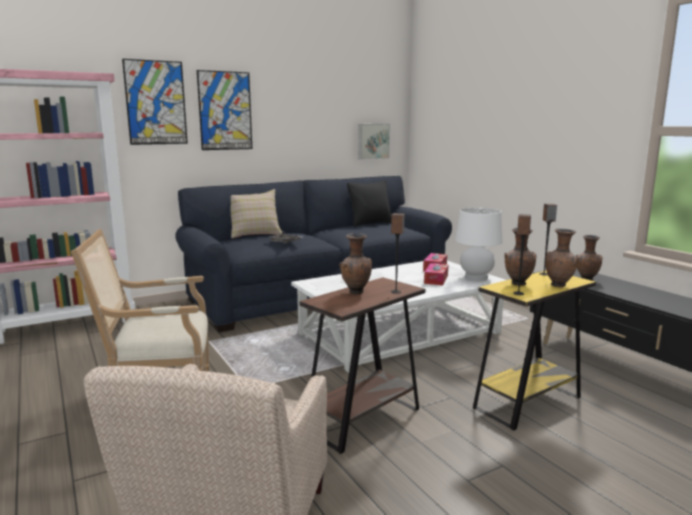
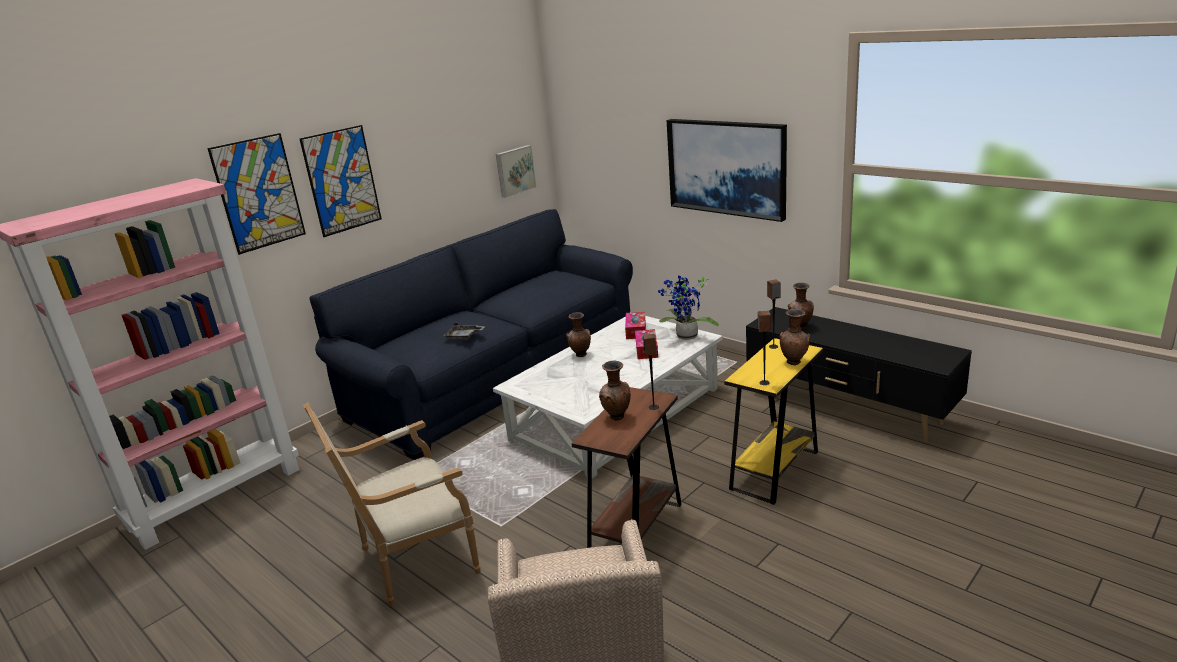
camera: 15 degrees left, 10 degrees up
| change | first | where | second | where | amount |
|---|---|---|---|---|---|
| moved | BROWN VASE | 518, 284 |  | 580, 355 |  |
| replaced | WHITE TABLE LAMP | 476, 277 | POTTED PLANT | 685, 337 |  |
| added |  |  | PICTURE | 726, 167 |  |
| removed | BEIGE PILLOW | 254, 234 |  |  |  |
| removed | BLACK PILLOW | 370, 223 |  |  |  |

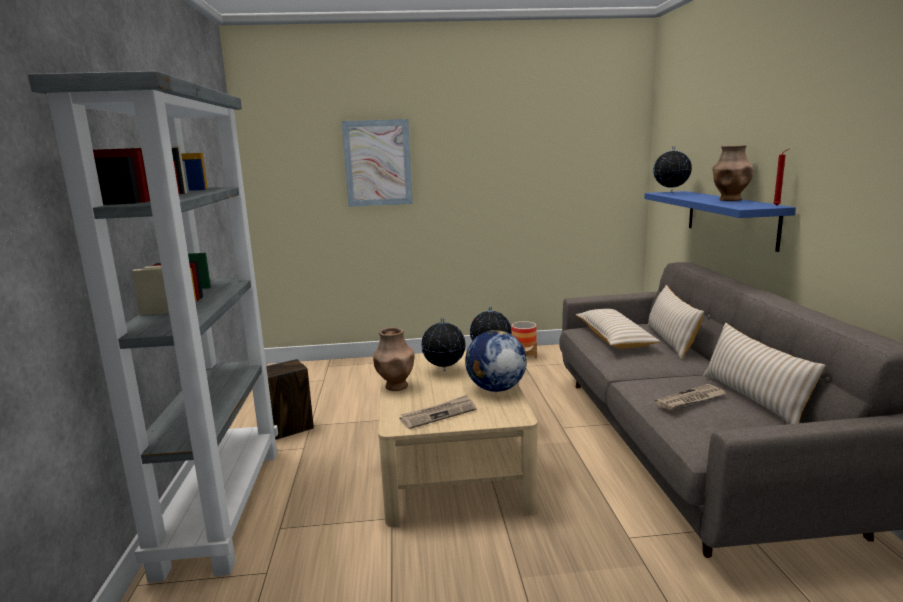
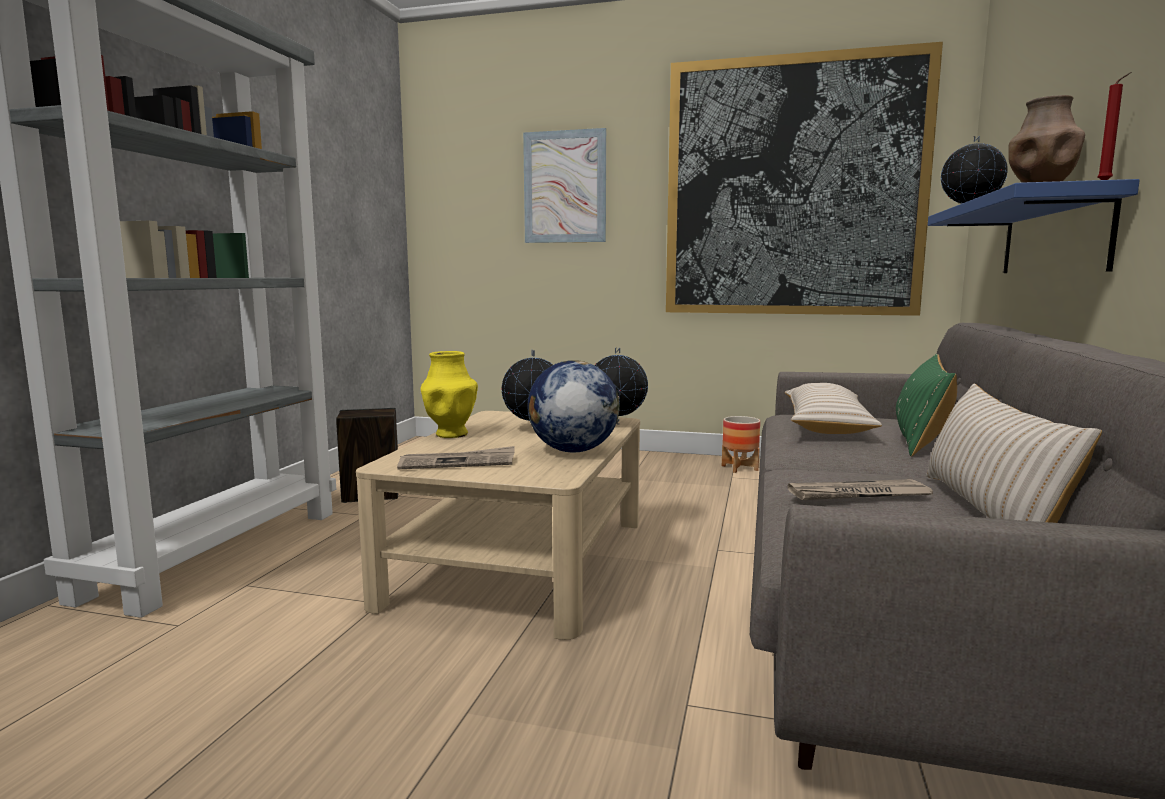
camera: 20 degrees right, 5 degrees down
| change | first | where | second | where | amount |
|---|---|---|---|---|---|
| recoloured | BROWN VASE | 395, 386 | YELLOW VASE | 450, 434 |  |
| added |  |  | PICTURE | 793, 188 |  |
| recoloured | BEIGE PILLOW | 670, 341 | GREEN PILLOW | 920, 437 |  |

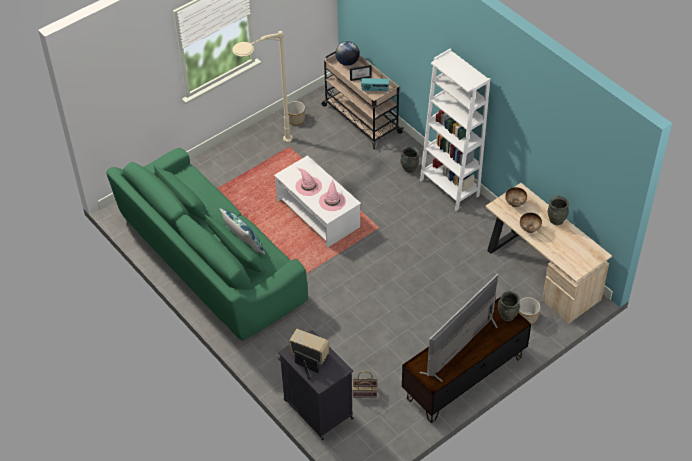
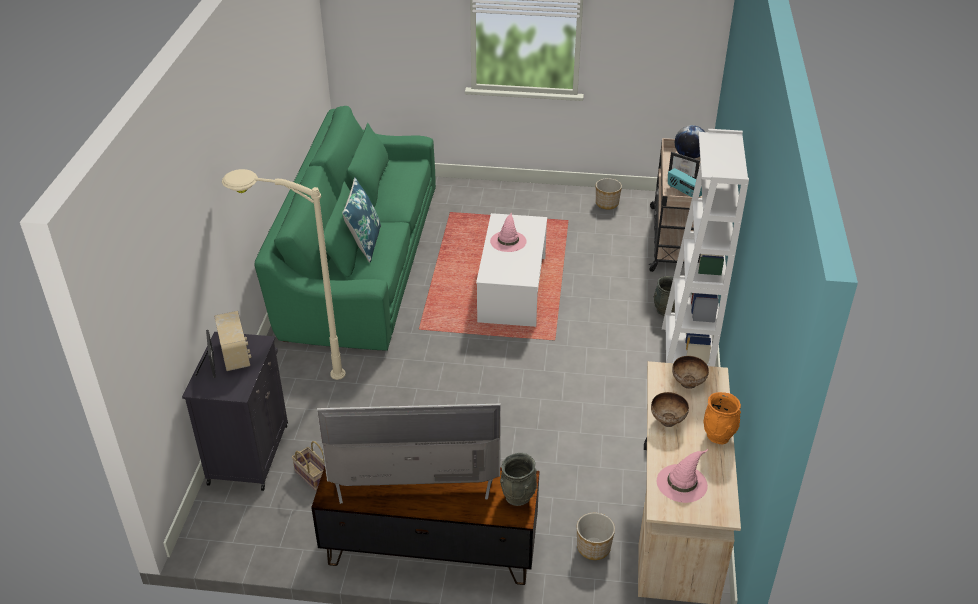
camera: 45 degrees right, 10 degrees down
| change | first | where | second | where | amount |
|---|---|---|---|---|---|
| moved | BEIGE FLOOR LAMP | 263, 152 |  | 291, 370 |  |
| moved | PINK HAT | 332, 201 |  | 682, 482 |  |
| recoloured | GREY VASE | 556, 220 | ORANGE VASE | 718, 435 |  |

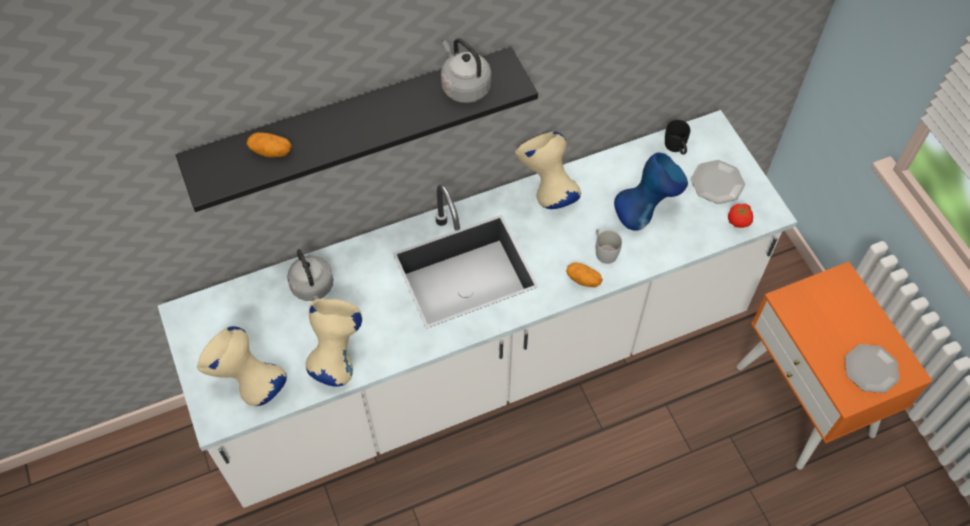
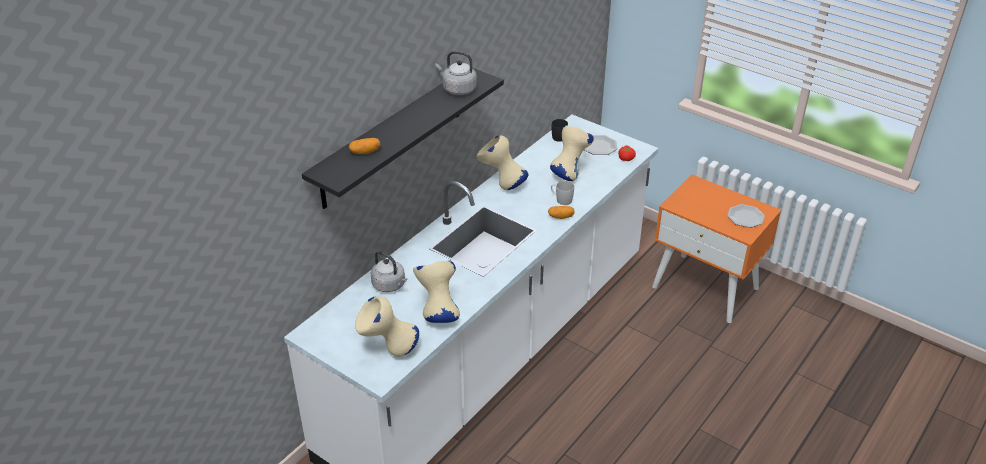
camera: 30 degrees left, 20 degrees down
| change | first | where | second | where | amount |
|---|---|---|---|---|---|
| recoloured | BLUE VASE | 645, 213 | BEIGE VASE | 570, 173 |  |

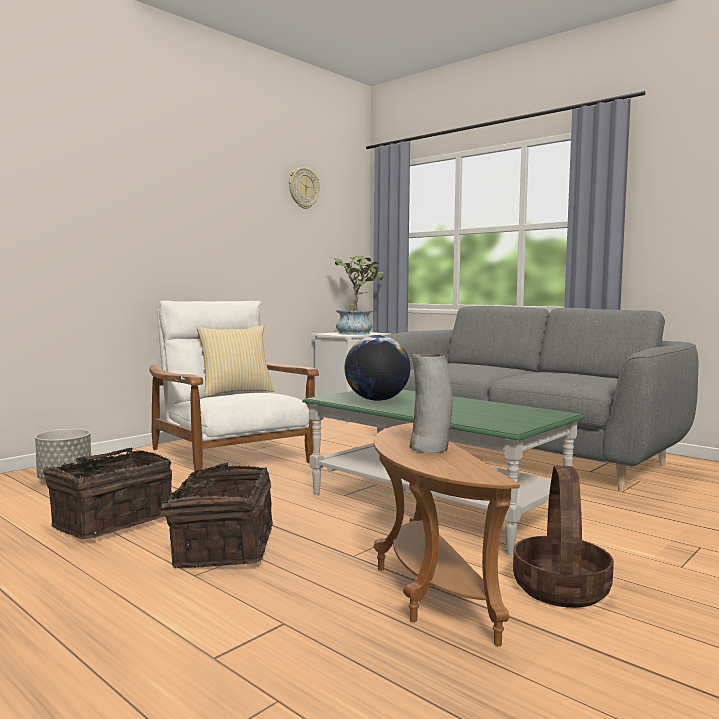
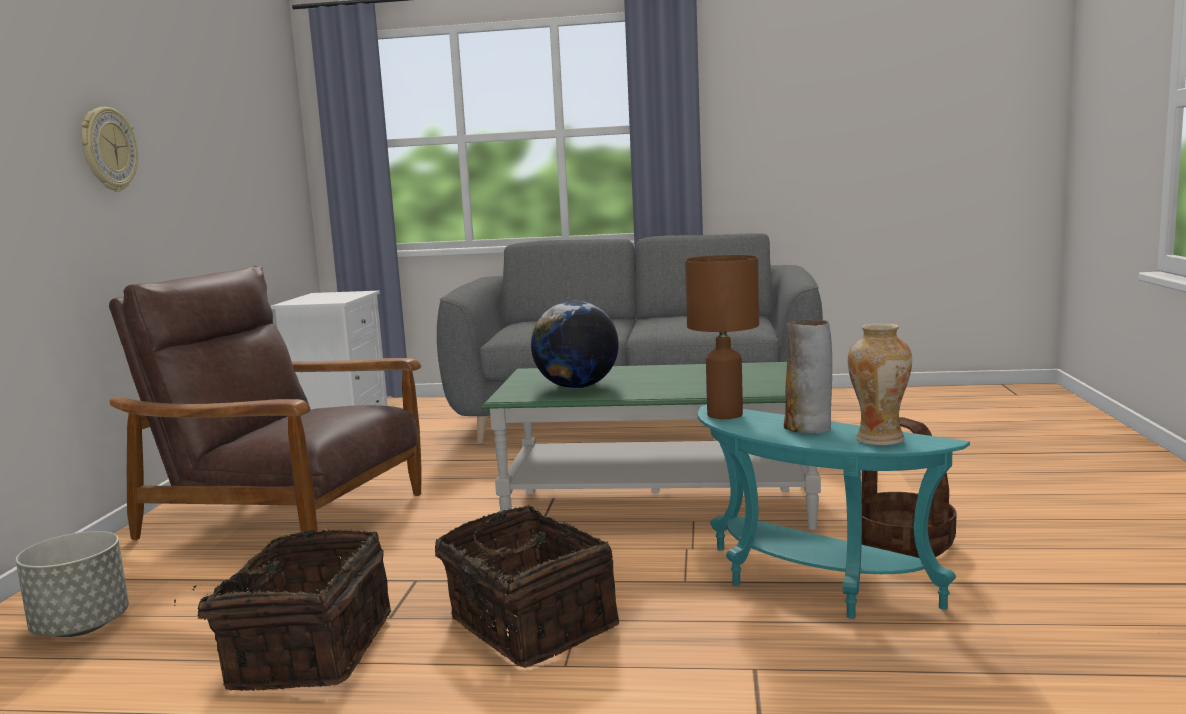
camera: 35 degrees left, 5 degrees up
| change | first | where | second | where | amount |
|---|---|---|---|---|---|
| moved | WALL CLOCK | 303, 188 |  | 108, 149 |  |
| recoloured | WHITE ARMCHAIR | 231, 456 | BROWN ARMCHAIR | 288, 516 |  |
| added |  |  | BROWN TABLE LAMP | 725, 414 |  |
| recoloured | BROWN SIDE TABLE | 425, 589 | TURQUOISE SIDE TABLE | 808, 586 |  |
| added |  |  | VASE | 879, 439 |  |
| removed | PILLOW | 235, 392 |  |  |  |
| removed | POTTED PLANT | 357, 333 |  |  |  |

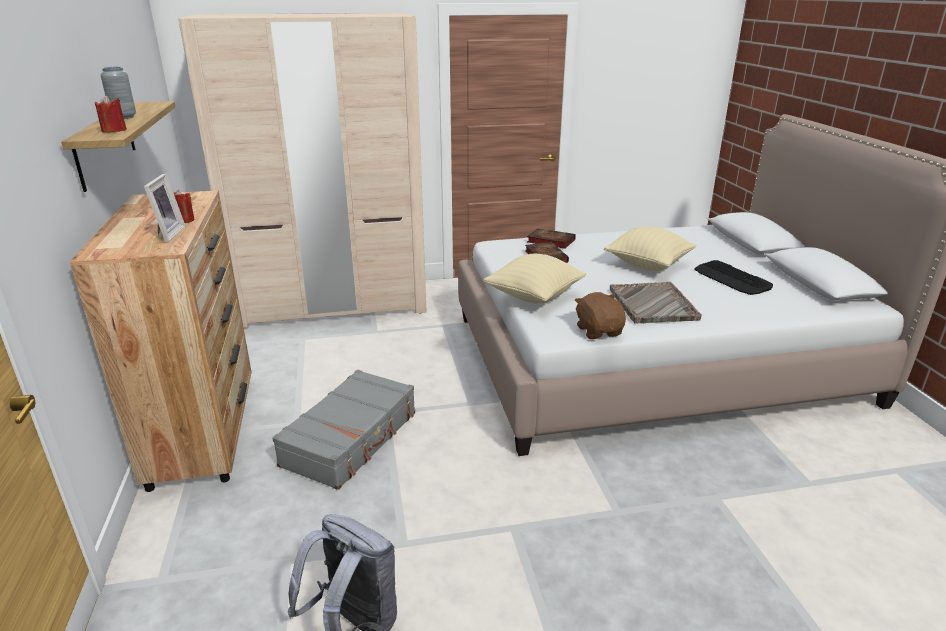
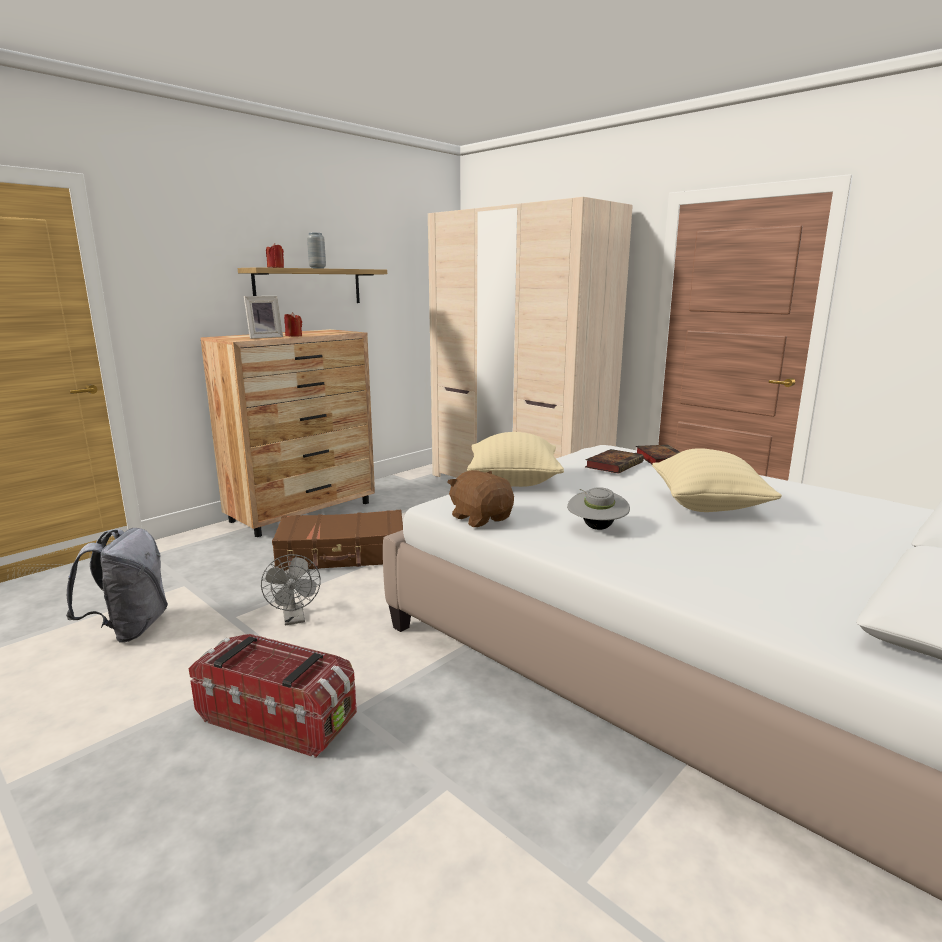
camera: 55 degrees right, 10 degrees down
| change | first | where | second | where | amount |
|---|---|---|---|---|---|
| added |  |  | STORAGE BOX | 279, 718 |  |
| added |  |  | GREY FAN | 295, 619 |  |
| recoloured | GREY SUITCASE | 351, 439 | BROWN SUITCASE | 343, 554 |  |
| turned | BROWN PLUSH TOY | 599, 331 |  | 481, 518 | 75 degrees counterclockwise |
| replaced | GREY TRAY | 653, 304 | GREY HAT | 596, 528 |  |
| removed | KEYBOARD | 732, 278 |  |  |  |

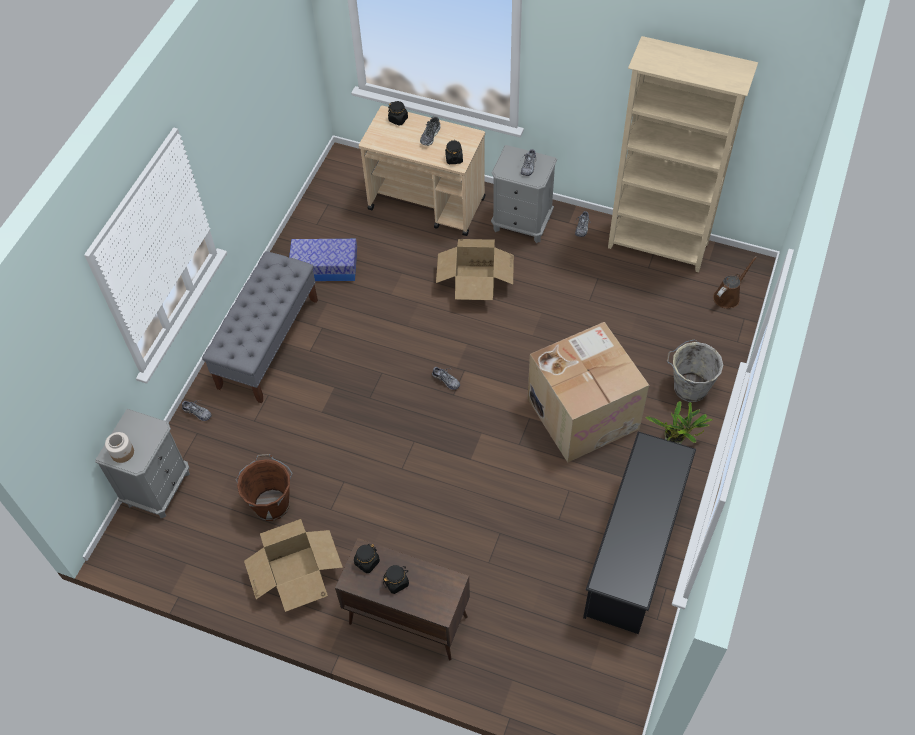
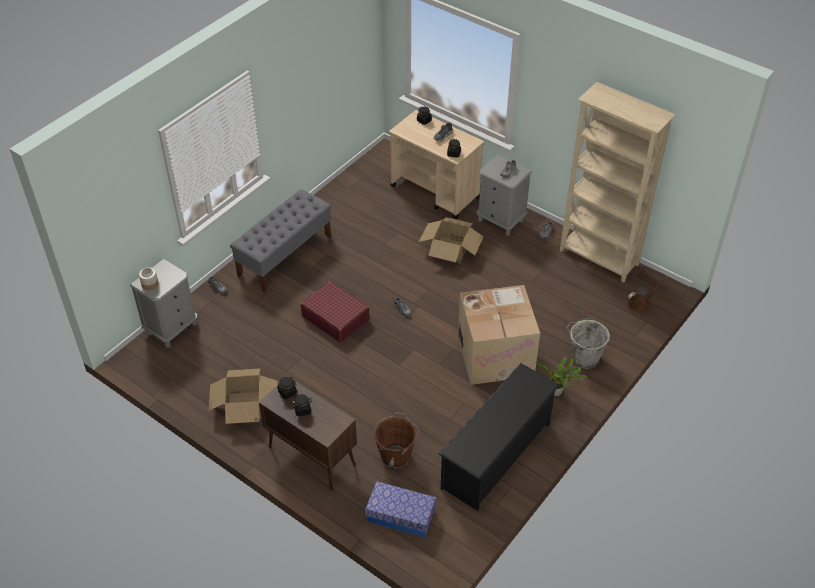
camera: 15 degrees right, 10 degrees down
| change | first | where | second | where | amount |
|---|---|---|---|---|---|
| added |  |  | RED SUITCASE | 335, 317 |  |
| moved | STORAGE BOX | 325, 268 |  | 400, 516 |  |
| moved | BROWN BUCKET | 271, 503 |  | 396, 456 |  |

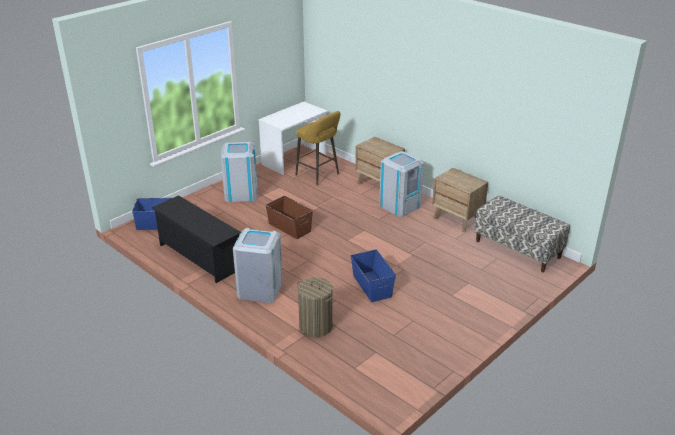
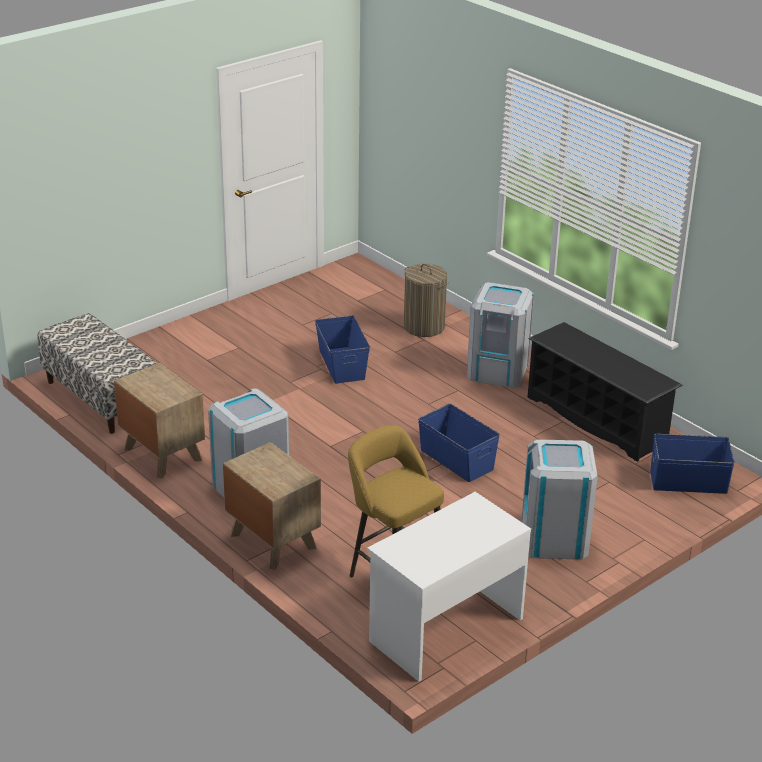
camera: 175 degrees left, 0 degrees up
| change | first | where | second | where | amount |
|---|---|---|---|---|---|
| recoloured | BROWN STORAGE BOX | 289, 227 | BLUE STORAGE BOX | 456, 460 |  |

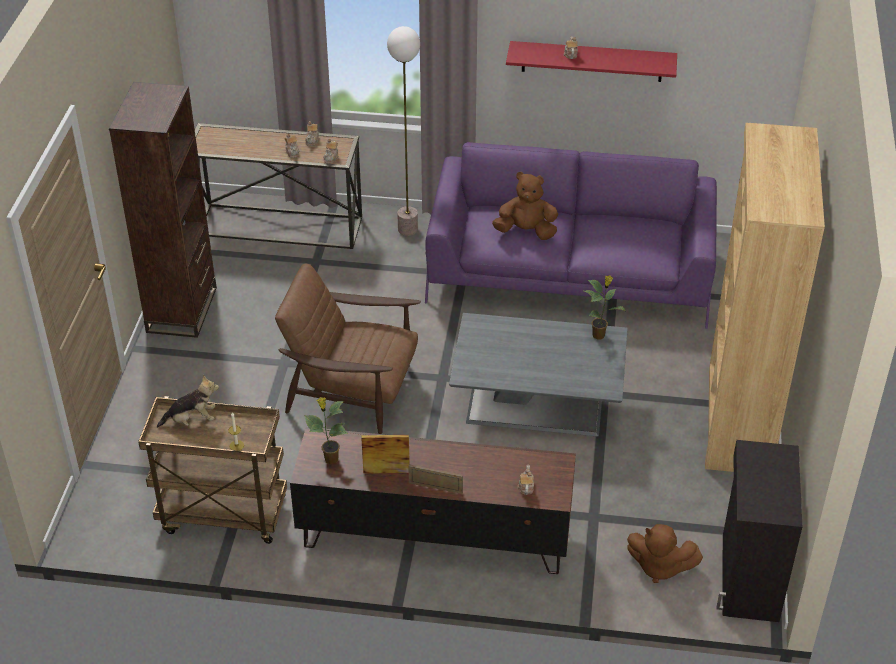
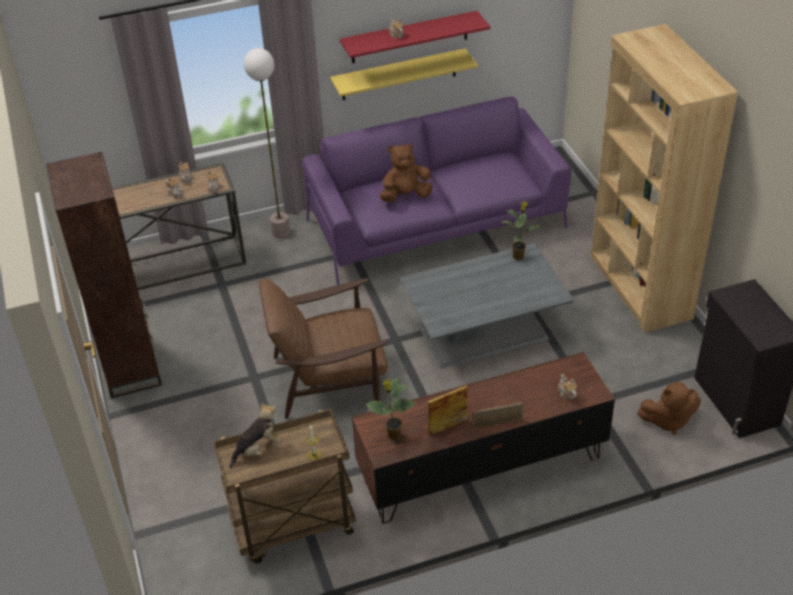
camera: 25 degrees left, 0 degrees up
| change | first | where | second | where | amount |
|---|---|---|---|---|---|
| added |  |  | YELLOW SHELF | 399, 75 |  |

